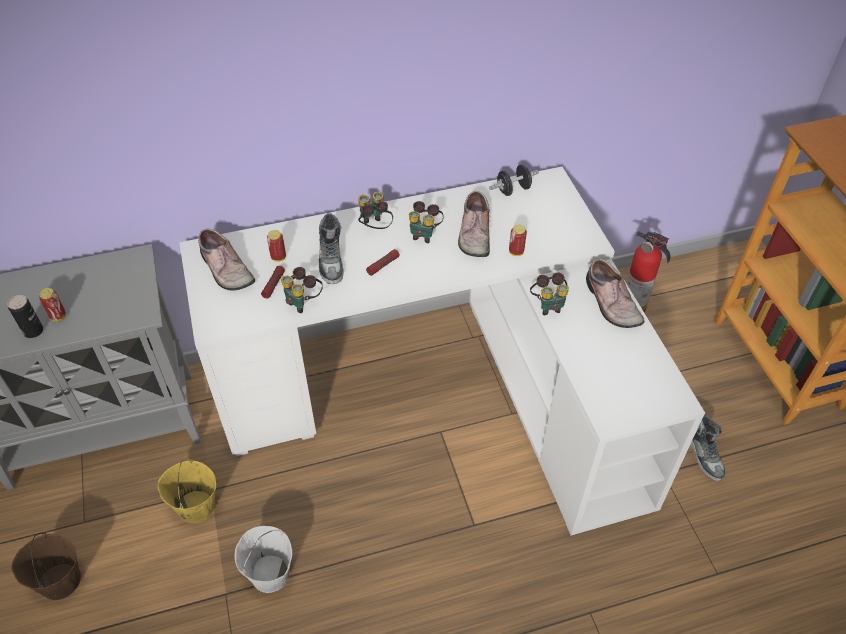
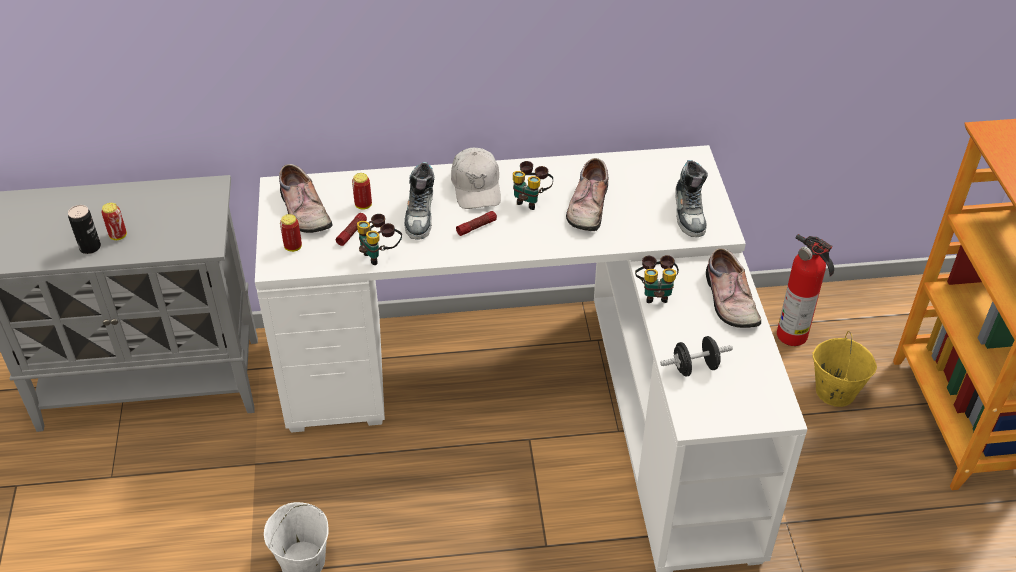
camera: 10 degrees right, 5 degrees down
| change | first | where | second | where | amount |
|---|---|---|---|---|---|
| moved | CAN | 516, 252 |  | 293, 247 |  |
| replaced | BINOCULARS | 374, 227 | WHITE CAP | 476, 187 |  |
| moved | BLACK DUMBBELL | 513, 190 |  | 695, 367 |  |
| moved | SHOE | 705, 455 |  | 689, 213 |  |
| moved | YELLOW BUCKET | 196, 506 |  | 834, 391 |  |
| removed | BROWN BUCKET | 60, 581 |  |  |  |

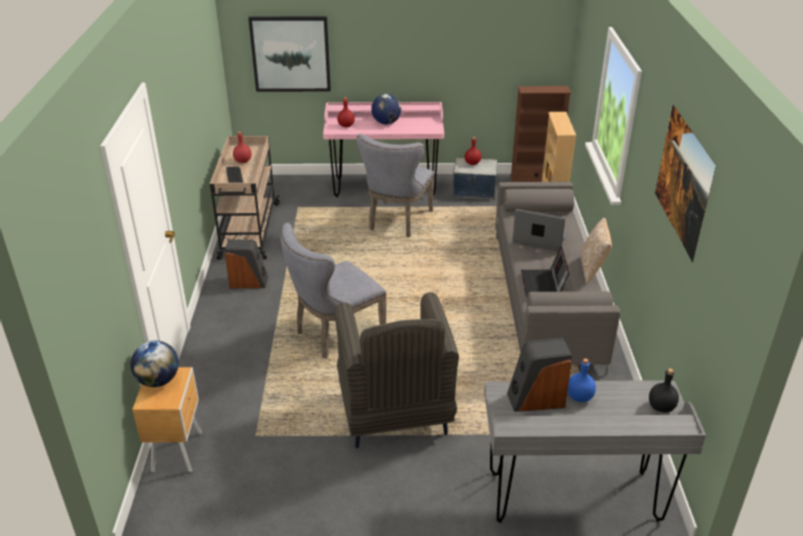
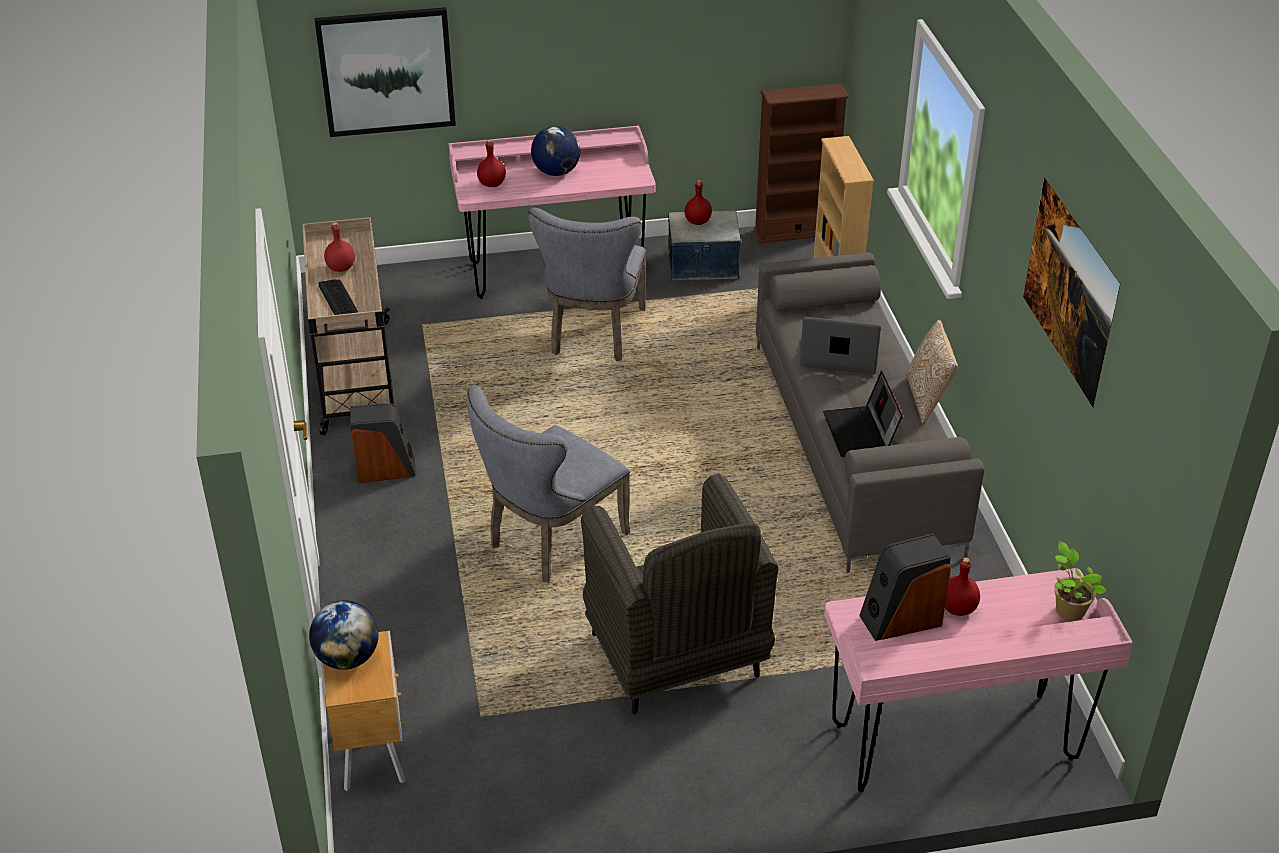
camera: 10 degrees left, 5 degrees up
| change | first | where | second | where | amount |
|---|---|---|---|---|---|
| recoloured | GREY DESK | 573, 498 | PINK DESK | 953, 744 |  |
| recoloured | BLUE BOTTLE | 579, 397 | RED BOTTLE | 957, 608 |  |
| replaced | BLACK BOTTLE | 661, 407 | POTTED PLANT | 1068, 609 |  |

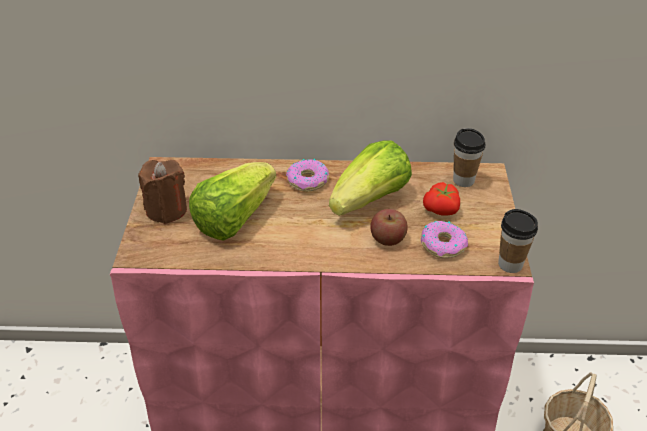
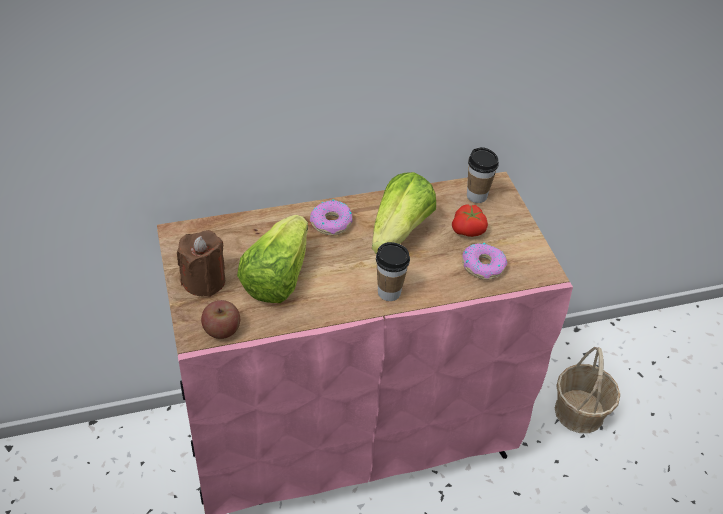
camera: 20 degrees left, 5 degrees up
| change | first | where | second | where | amount |
|---|---|---|---|---|---|
| moved | APPLE | 388, 239 |  | 222, 330 |  |
| moved | CUP | 510, 264 |  | 389, 292 |  |

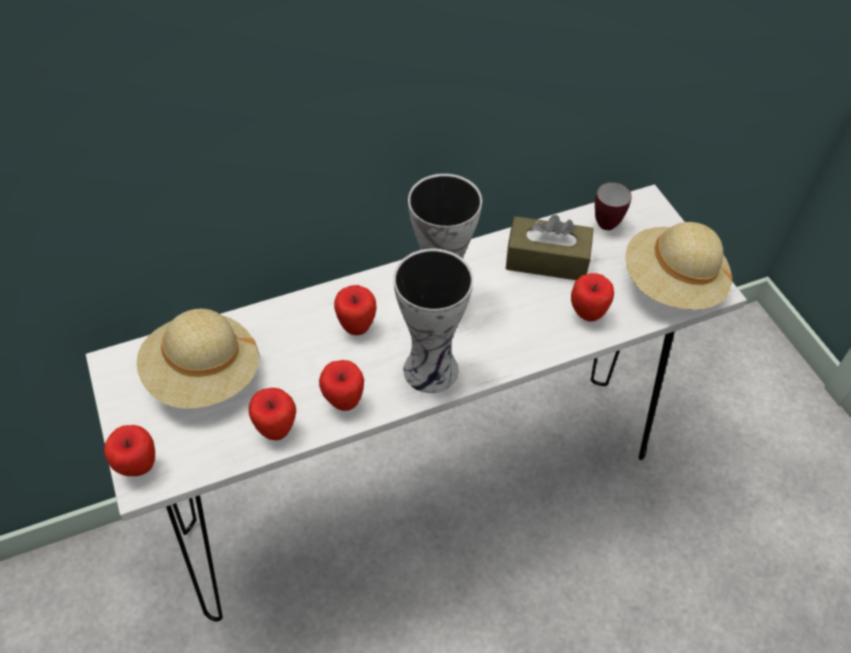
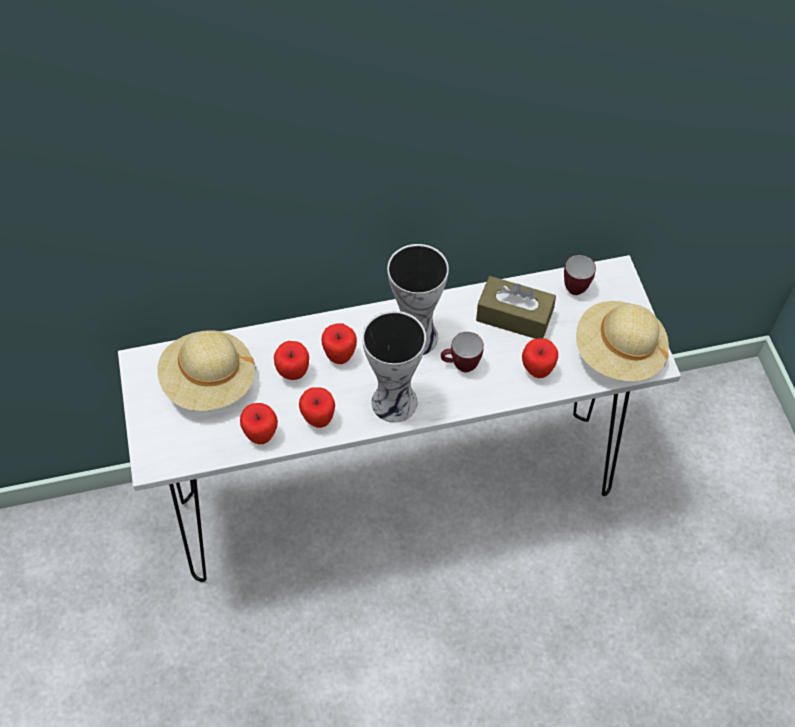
camera: 10 degrees right, 5 degrees up
| change | first | where | second | where | amount |
|---|---|---|---|---|---|
| moved | APPLE | 139, 467 |  | 293, 374 |  |
| added |  |  | MUG | 460, 366 |  |

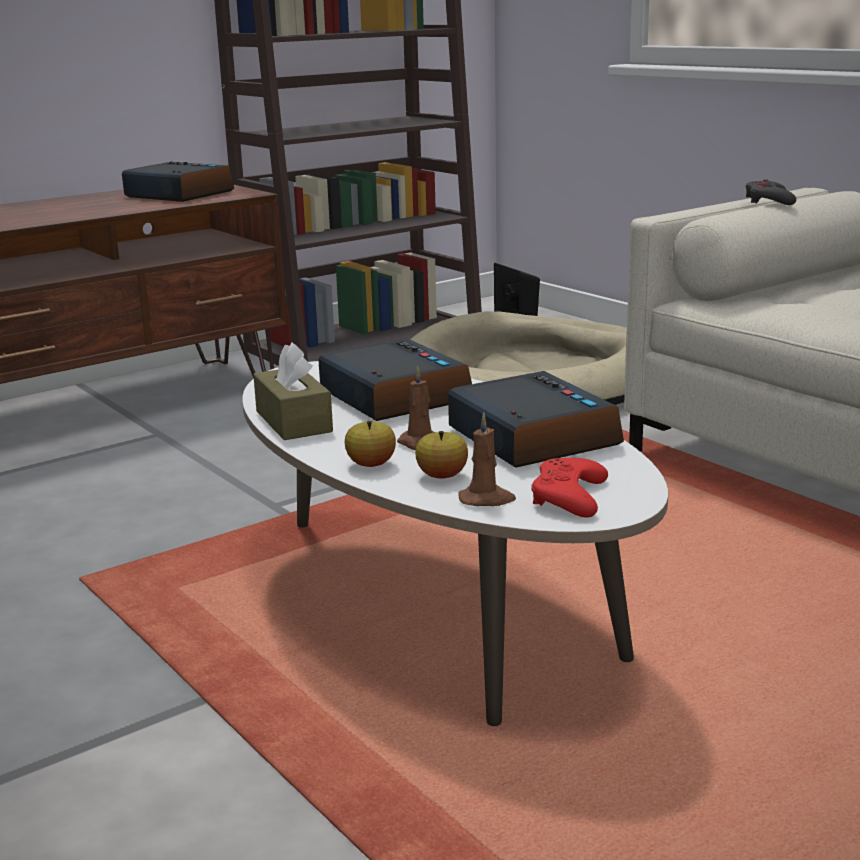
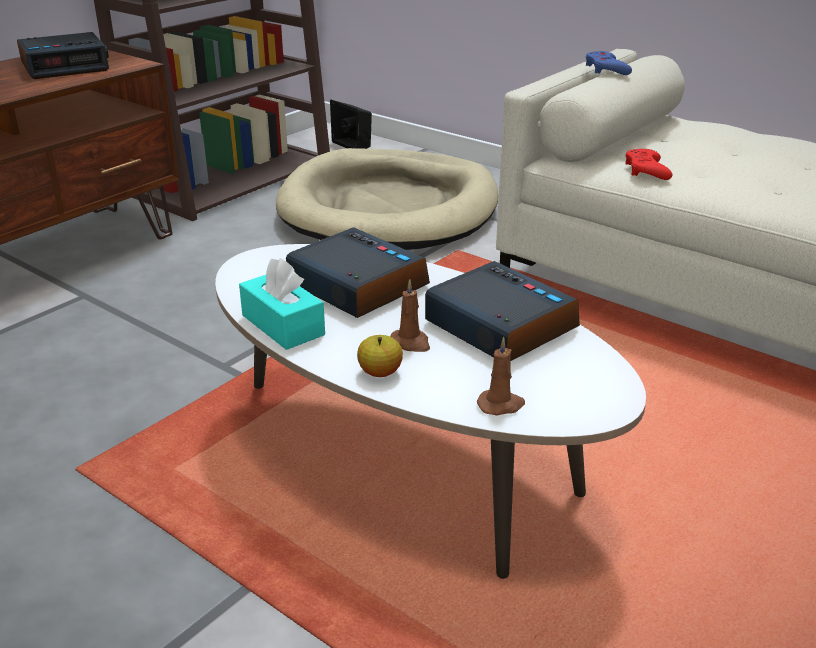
camera: 15 degrees left, 10 degrees up
| change | first | where | second | where | amount |
|---|---|---|---|---|---|
| turned | ALARM CLOCK | 178, 194 |  | 65, 66 | 135 degrees clockwise |
| recoloured | BROWN TISSUE BOX | 293, 421 | TURQUOISE TISSUE BOX | 283, 325 |  |
| recoloured | GREY GAME CONTROLLER | 769, 200 | BLUE GAME CONTROLLER | 606, 69 |  |
| moved | RED GAME CONTROLLER | 569, 496 |  | 646, 170 |  |
| removed | APPLE | 442, 476 |  |  |  |

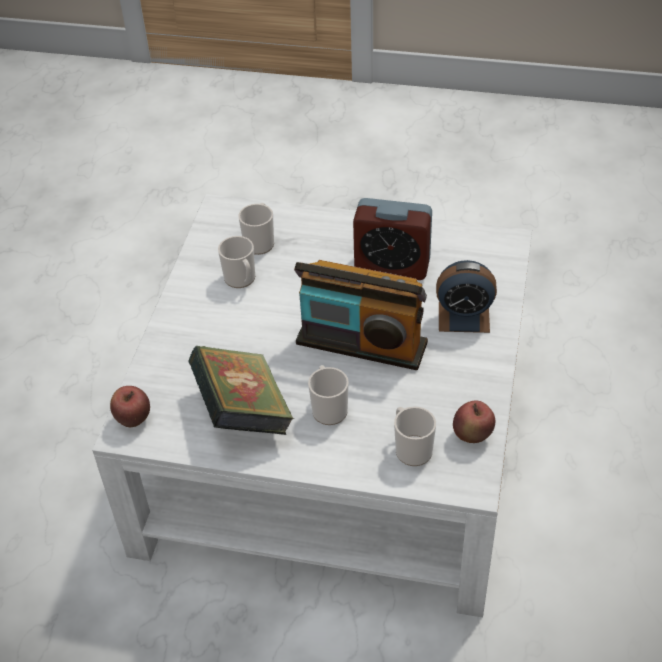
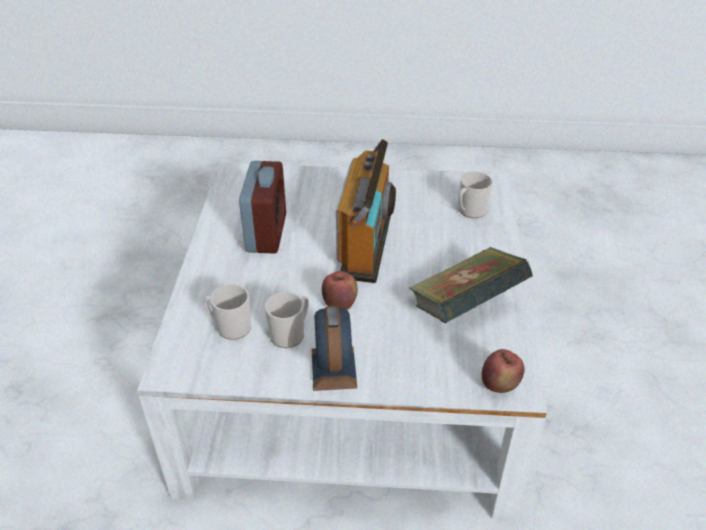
camera: 100 degrees left, 5 degrees down
| change | first | where | second | where | amount |
|---|---|---|---|---|---|
| moved | ALARM CLOCK | 464, 317 |  | 333, 368 |  |
| moved | APPLE | 472, 436 |  | 340, 305 |  |
| removed | MUG | 328, 408 |  |  |  |

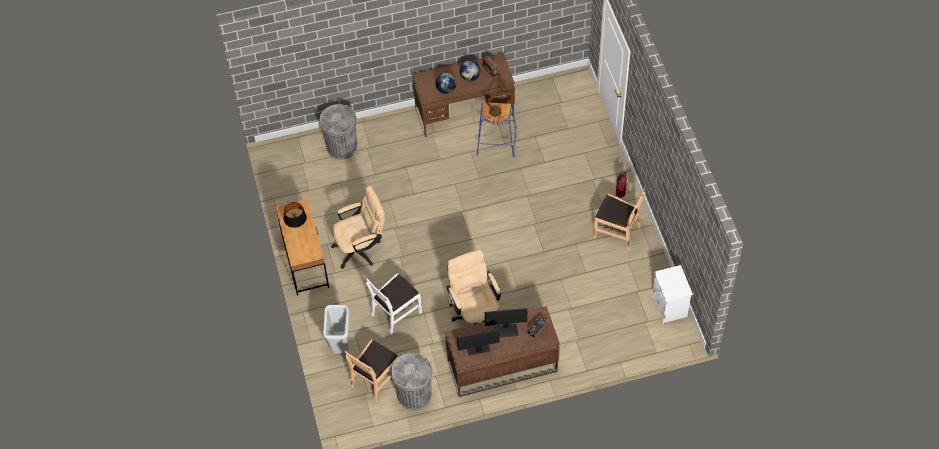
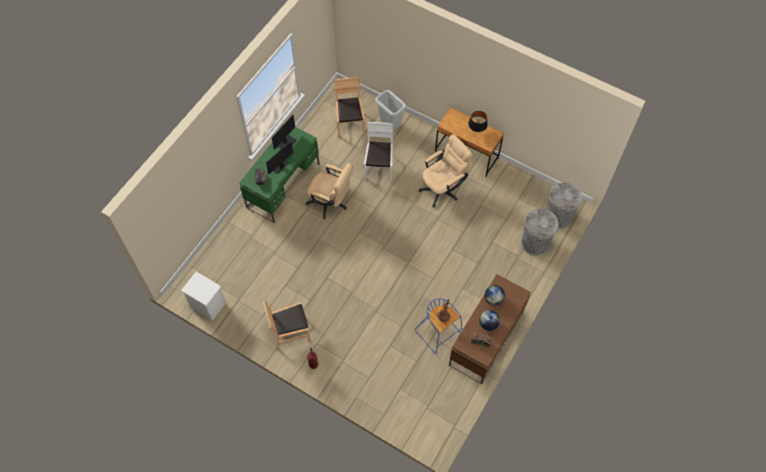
camera: 135 degrees right, 5 degrees up
| change | first | where | second | where | amount |
|---|---|---|---|---|---|
| recoloured | BROWN DESK | 501, 366 | GREEN DESK | 283, 185 |  |
| turned | BEIGE OFFICE CHAIR | 361, 248 |  | 443, 188 | 150 degrees counterclockwise |
| moved | GREY TRASH CAN | 414, 395 |  | 558, 217 |  |

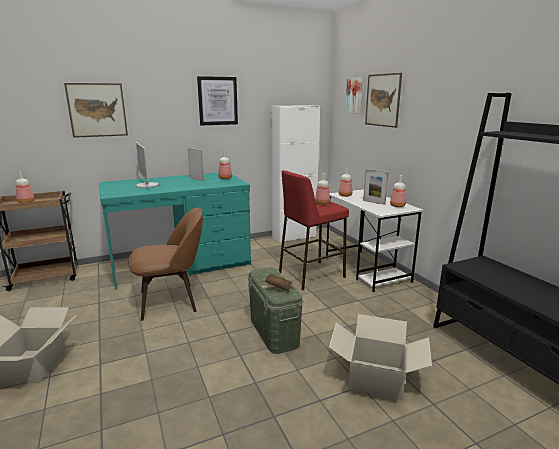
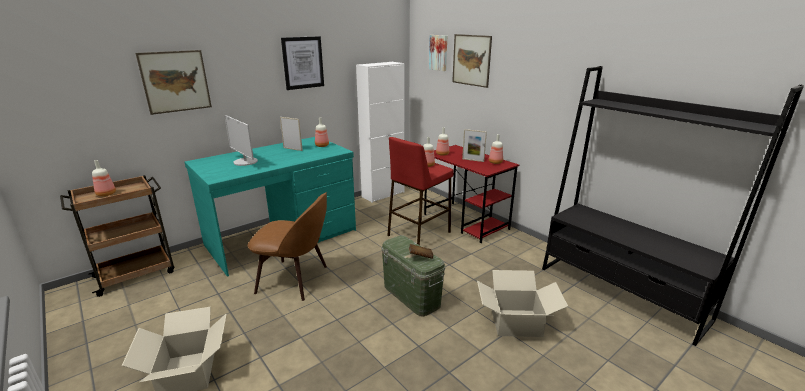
camera: 15 degrees left, 5 degrees up
| change | first | where | second | where | amount |
|---|---|---|---|---|---|
| turned | BROWN CHAIR | 171, 300 |  | 295, 280 | 45 degrees clockwise |
| recoloured | WHITE DESK | 367, 269 | RED DESK | 466, 221 |  |

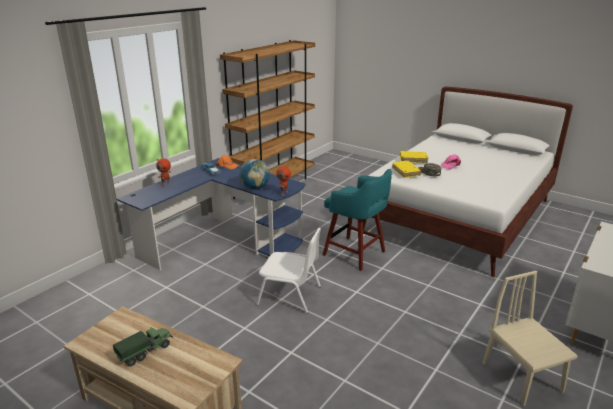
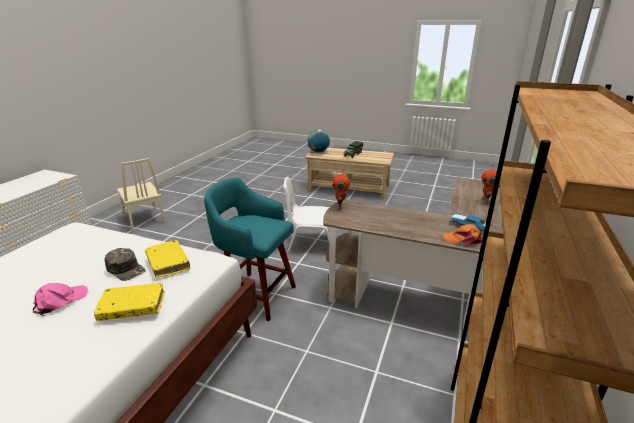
camera: 165 degrees right, 0 degrees up
| change | first | where | second | where | amount |
|---|---|---|---|---|---|
| moved | GLOBE | 255, 188 |  | 318, 151 |  |
| recoloured | BLUE DESK | 223, 240 | BROWN DESK | 425, 287 |  |

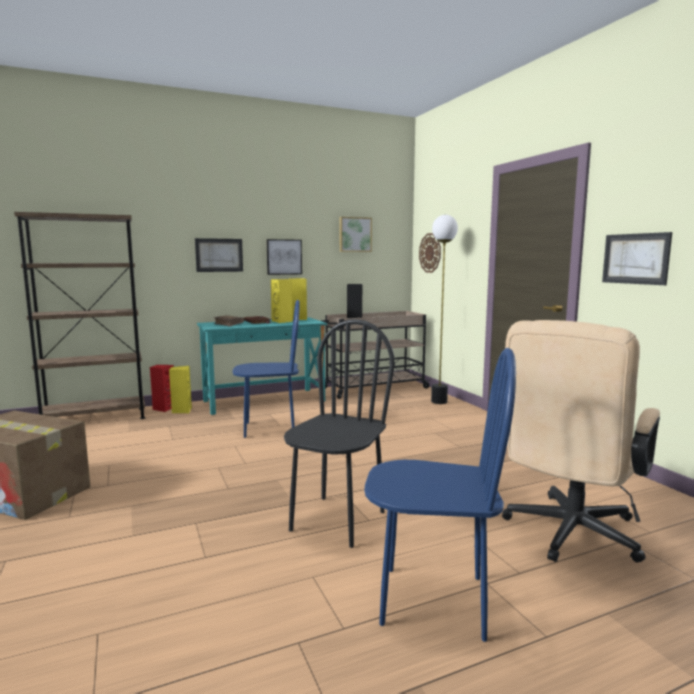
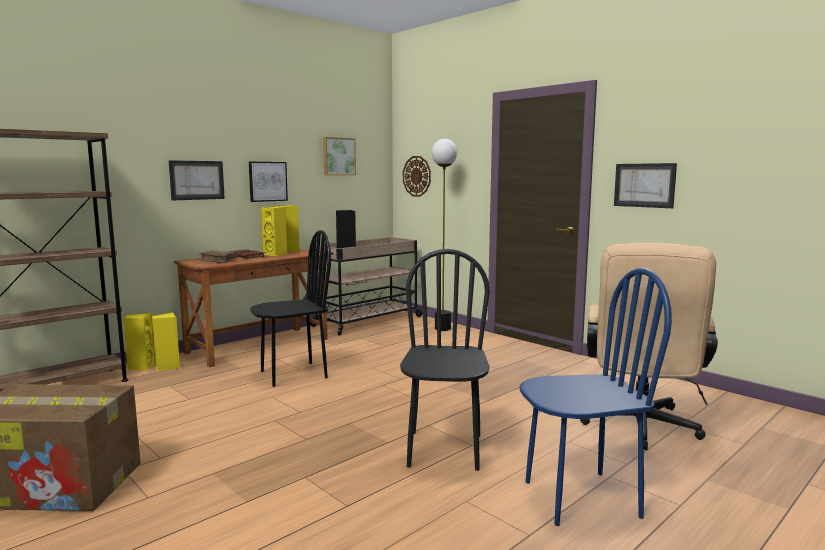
camera: 20 degrees left, 0 degrees up
| change | first | where | second | where | amount |
|---|---|---|---|---|---|
| recoloured | RED SPEAKER | 163, 408 | YELLOW SPEAKER | 141, 367 |  |
| recoloured | TURQUOISE DESK | 264, 401 | BROWN DESK | 258, 346 |  |
| recoloured | BLUE CHAIR | 270, 429 | BLACK CHAIR | 293, 374 |  |

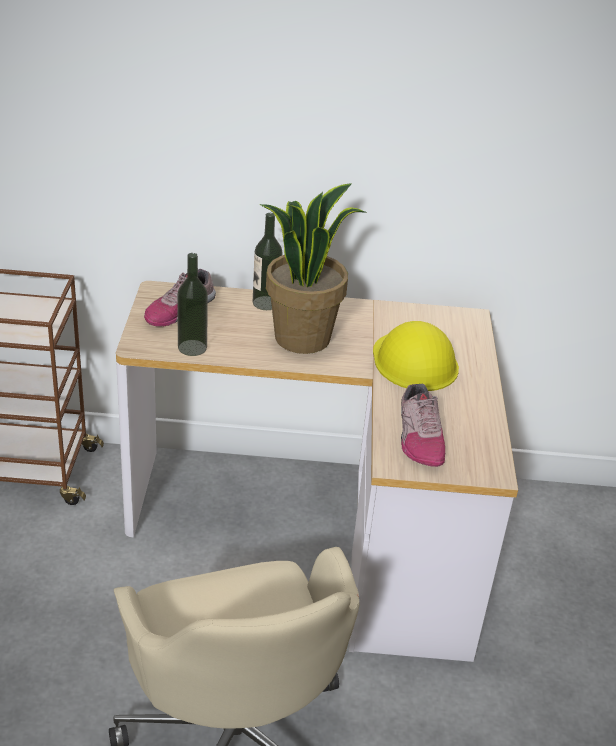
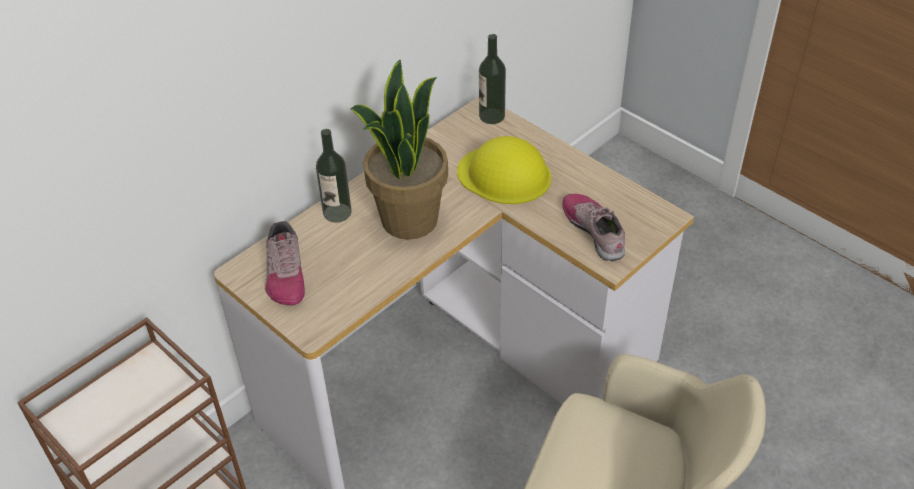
camera: 45 degrees left, 10 degrees up
| change | first | where | second | where | amount |
|---|---|---|---|---|---|
| moved | BOTTLE | 192, 348 |  | 492, 116 |  |
| turned | SHOE | 418, 437 |  | 594, 230 | 150 degrees counterclockwise |

